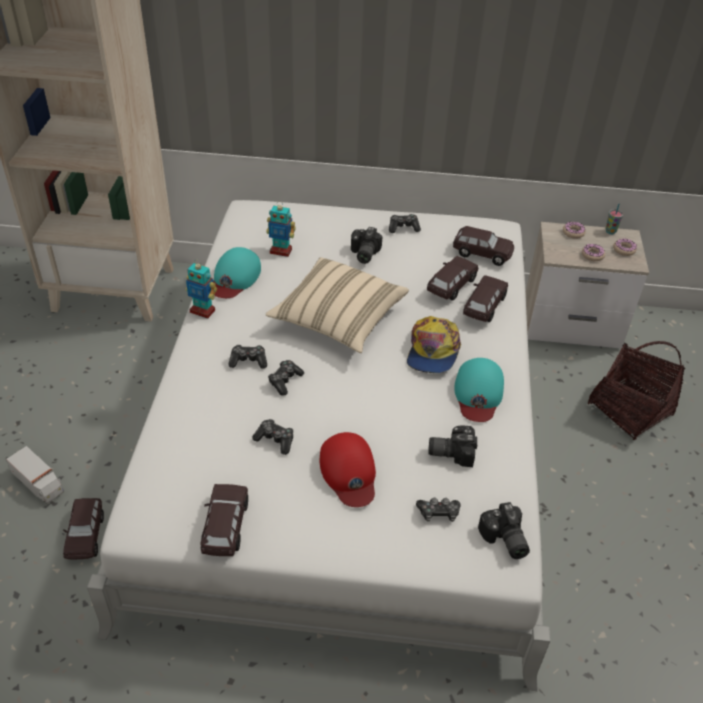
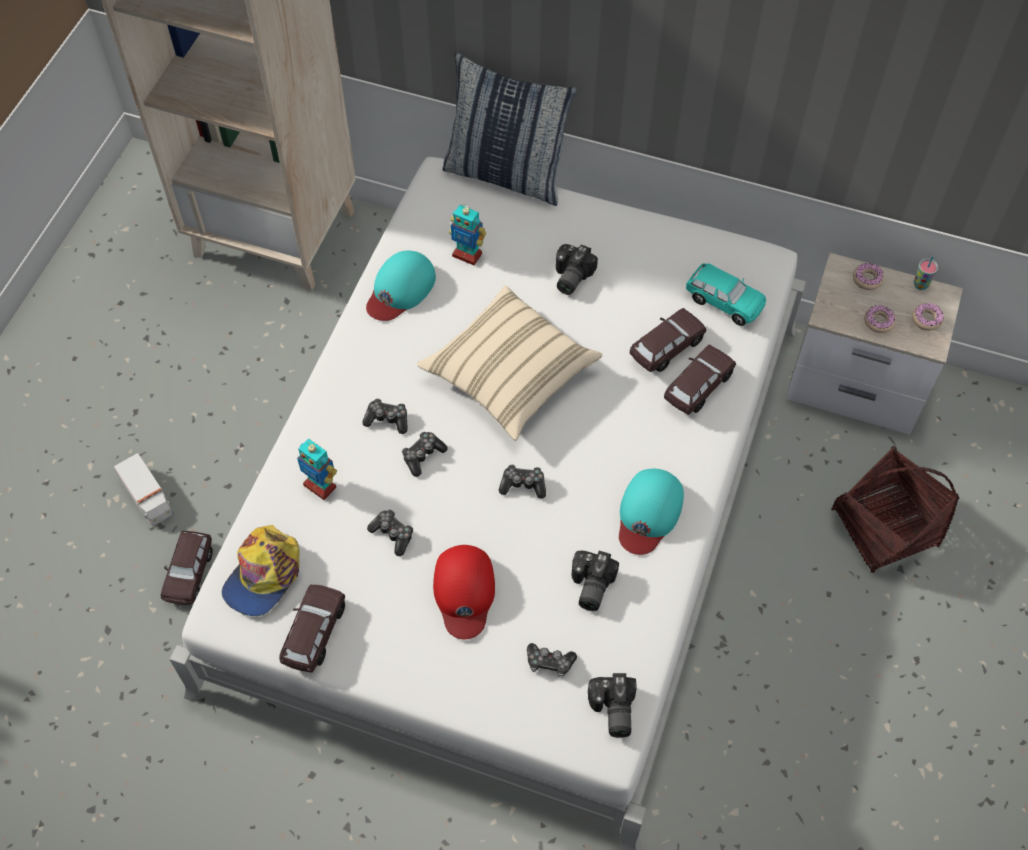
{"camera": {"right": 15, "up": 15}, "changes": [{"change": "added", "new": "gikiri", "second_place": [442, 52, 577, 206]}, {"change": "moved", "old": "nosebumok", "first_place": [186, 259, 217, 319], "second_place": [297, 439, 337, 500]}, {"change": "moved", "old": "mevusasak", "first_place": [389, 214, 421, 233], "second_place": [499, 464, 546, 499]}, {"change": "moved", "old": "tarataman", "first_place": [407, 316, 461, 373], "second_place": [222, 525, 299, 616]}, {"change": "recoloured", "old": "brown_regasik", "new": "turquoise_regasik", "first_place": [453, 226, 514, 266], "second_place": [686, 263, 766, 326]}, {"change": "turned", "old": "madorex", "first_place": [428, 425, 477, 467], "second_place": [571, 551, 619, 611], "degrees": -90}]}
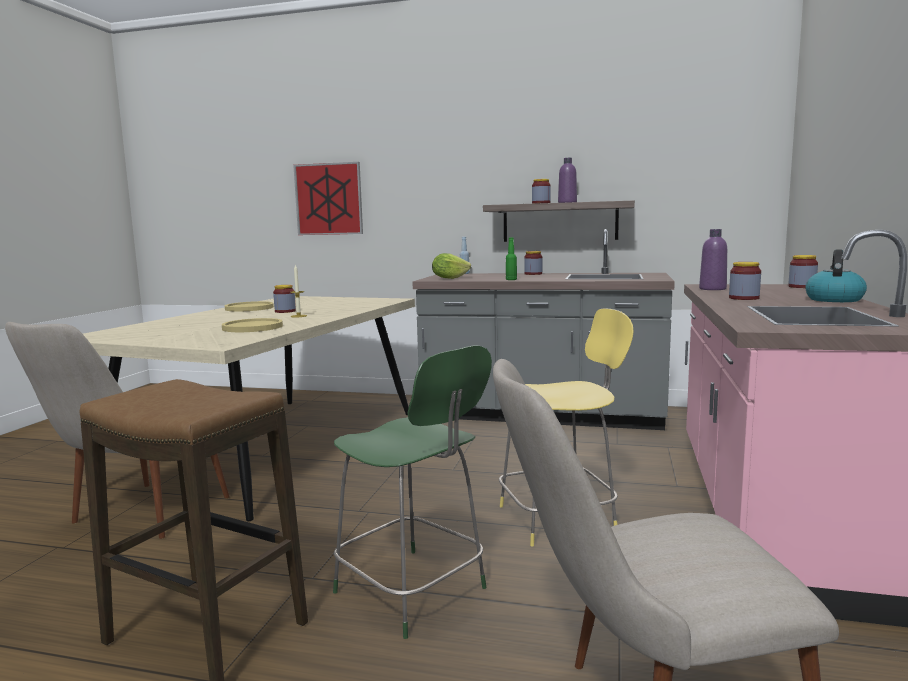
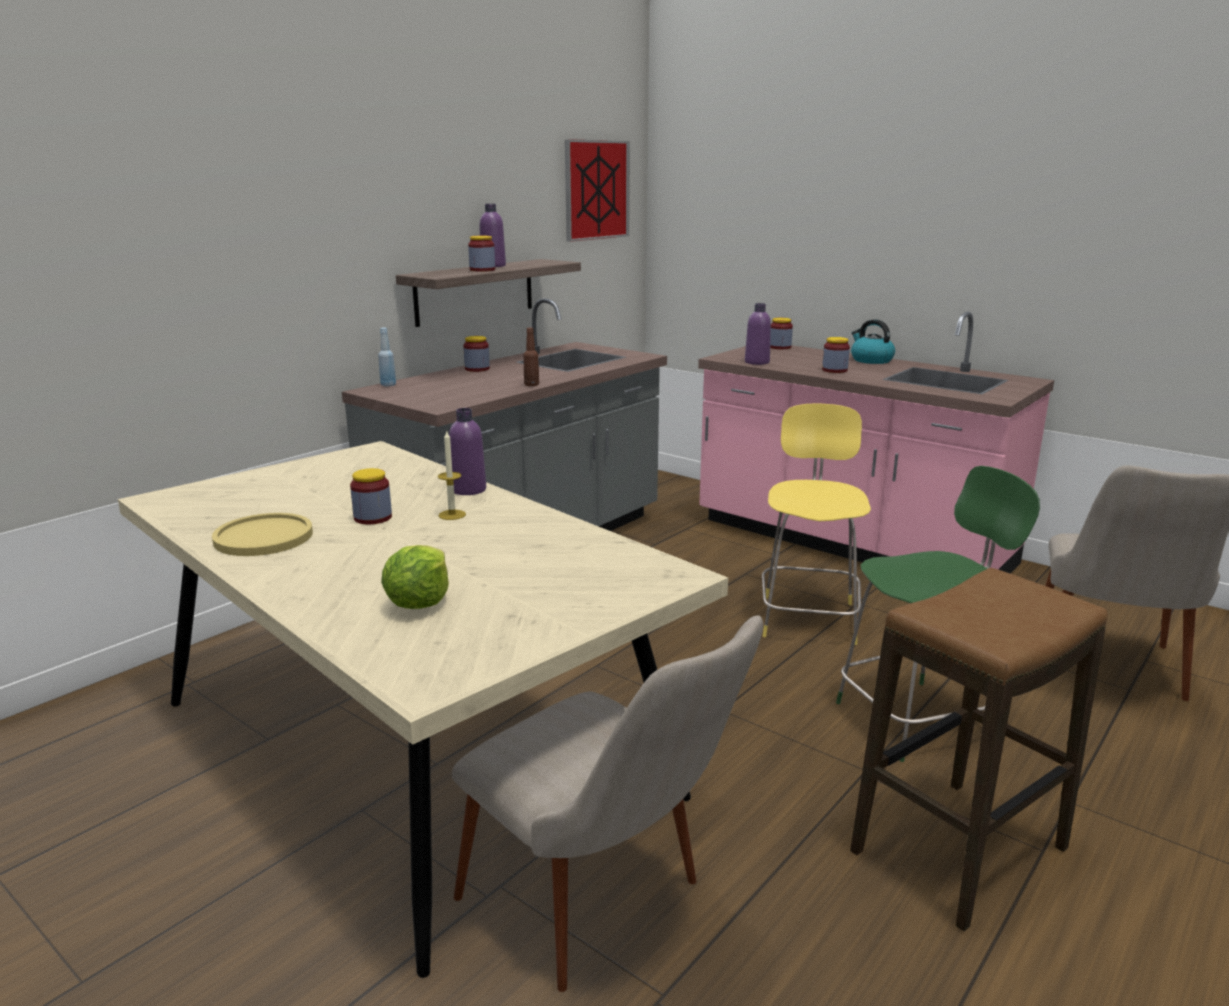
{"camera": {"right": -65, "up": 10}, "changes": [{"change": "removed", "old": "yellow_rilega", "first_place": [222, 318, 283, 332]}, {"change": "added", "new": "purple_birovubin", "second_place": [449, 408, 486, 495]}, {"change": "moved", "old": "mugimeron", "first_place": [293, 162, 363, 235], "second_place": [565, 139, 630, 242]}, {"change": "moved", "old": "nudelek", "first_place": [432, 253, 471, 279], "second_place": [381, 545, 449, 609]}, {"change": "recoloured", "old": "green_birovubin", "new": "brown_birovubin", "first_place": [506, 237, 517, 280], "second_place": [523, 328, 539, 386]}]}
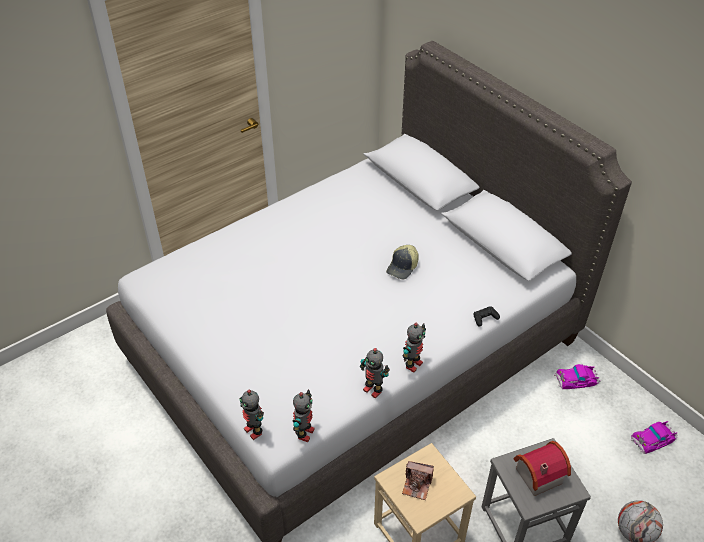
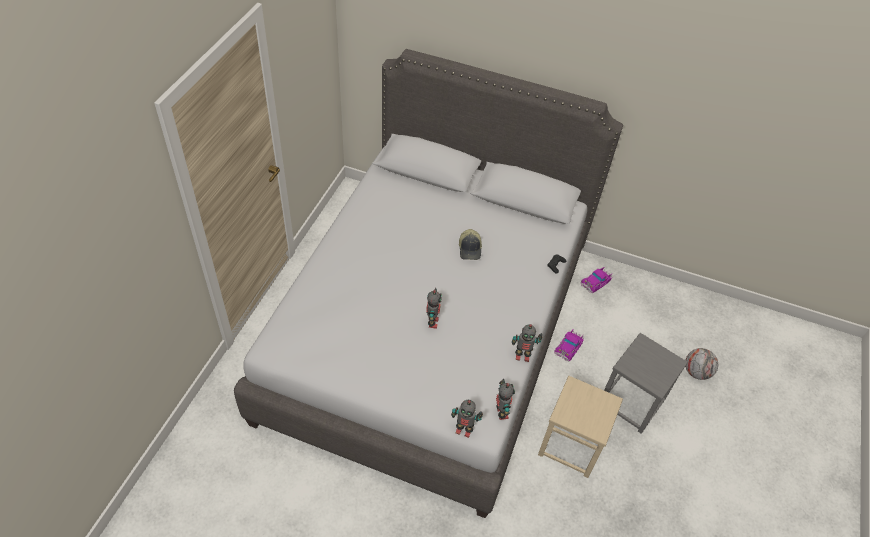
{"camera": {"right": -35, "up": 5}, "changes": [{"change": "removed", "old": "madorex", "first_place": [402, 461, 434, 500]}, {"change": "removed", "old": "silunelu", "first_place": [514, 441, 571, 496]}, {"change": "moved", "old": "nosebumok", "first_place": [403, 323, 426, 373], "second_place": [426, 288, 442, 329]}, {"change": "moved", "old": "regasik", "first_place": [631, 421, 678, 454], "second_place": [554, 330, 584, 361]}]}
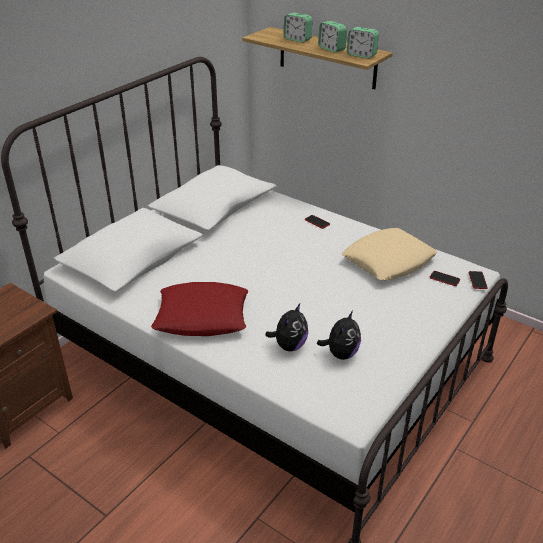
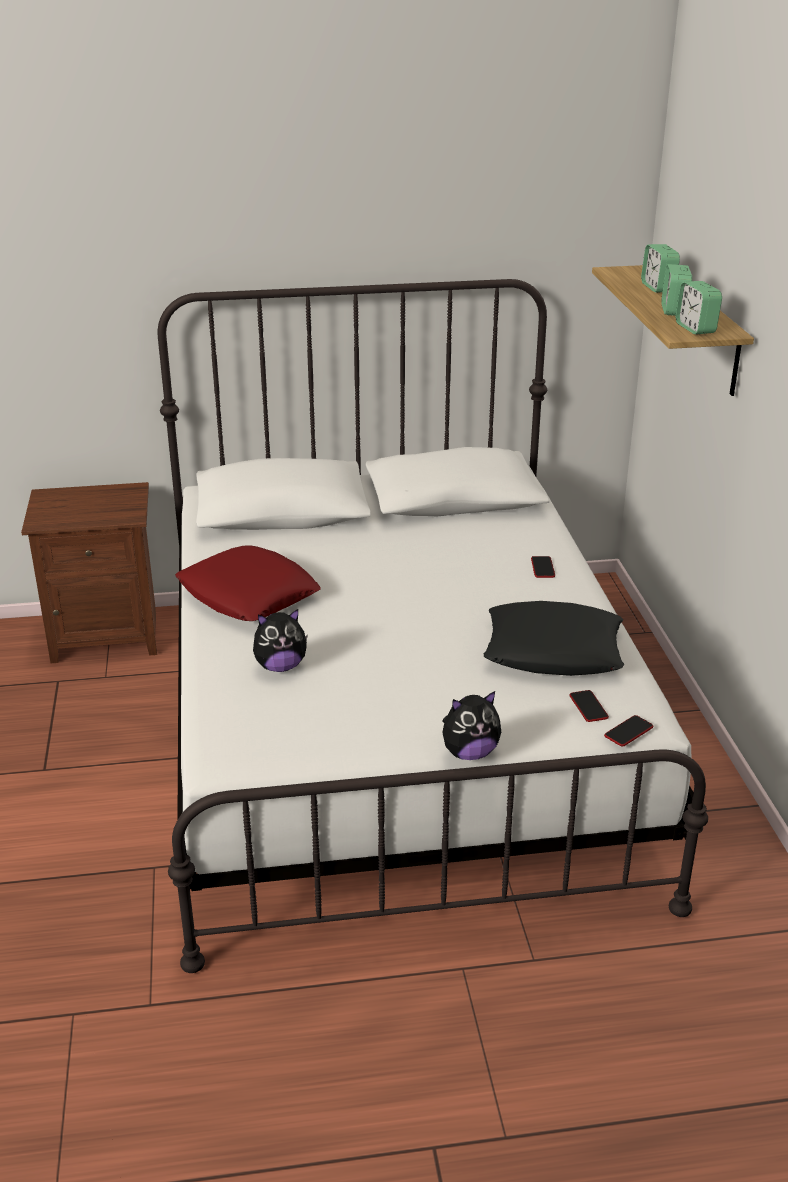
{"camera": {"right": 45, "up": -5}, "changes": [{"change": "moved", "old": "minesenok", "first_place": [317, 311, 361, 360], "second_place": [442, 691, 501, 760]}, {"change": "recoloured", "old": "beige_gikiri", "new": "black_gikiri", "first_place": [342, 228, 437, 280], "second_place": [484, 601, 624, 676]}]}
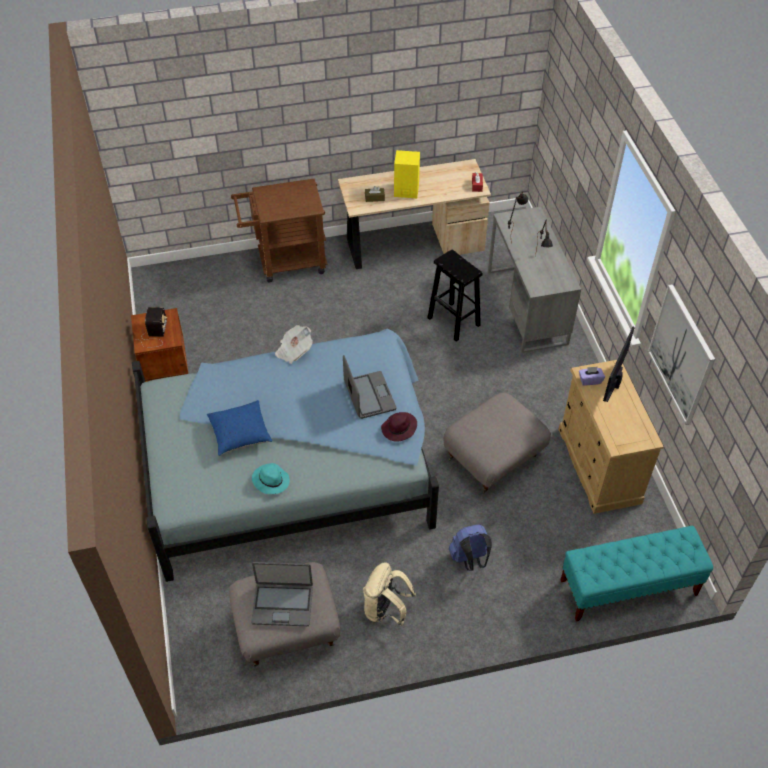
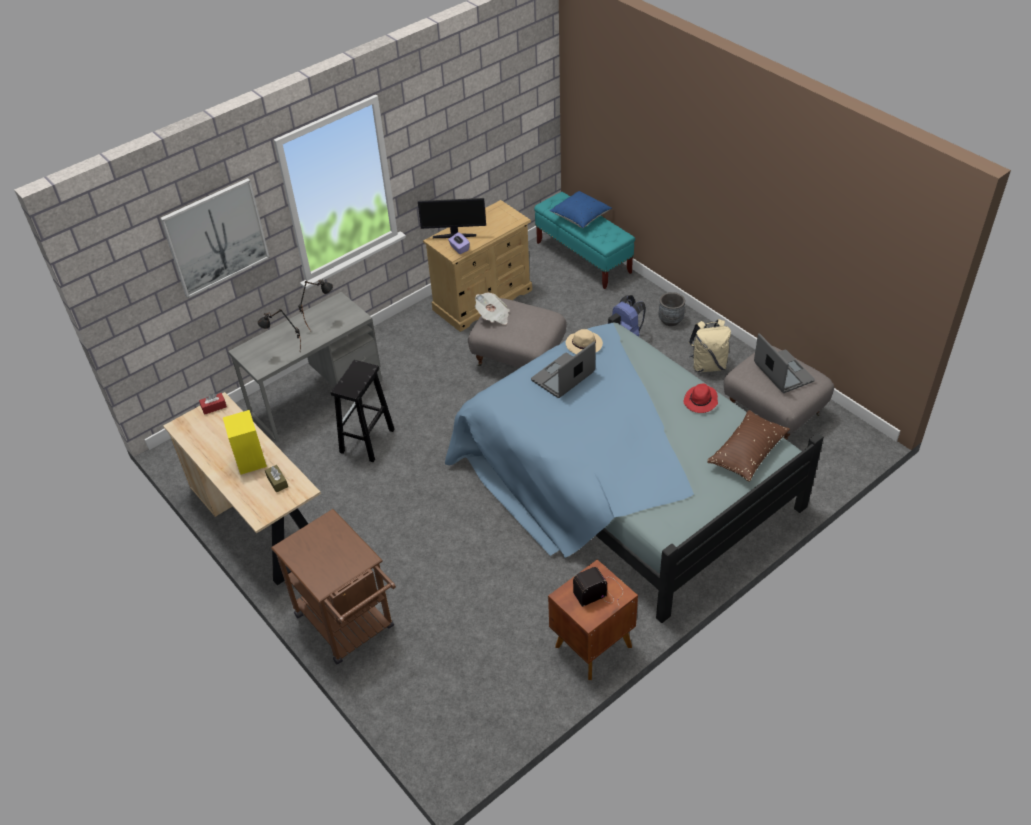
{"camera": {"right": -115, "up": -5}, "changes": [{"change": "added", "new": "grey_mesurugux", "second_place": [659, 292, 685, 326]}, {"change": "added", "new": "brown_gikiri", "second_place": [707, 410, 790, 482]}, {"change": "moved", "old": "blue_gikiri", "first_place": [207, 400, 272, 456], "second_place": [550, 191, 612, 228]}, {"change": "moved", "old": "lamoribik", "first_place": [275, 325, 313, 364], "second_place": [475, 293, 510, 325]}, {"change": "moved", "old": "mugimeron", "first_place": [648, 284, 715, 425], "second_place": [160, 178, 270, 298]}, {"change": "recoloured", "old": "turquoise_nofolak", "new": "red_nofolak", "first_place": [252, 463, 290, 494], "second_place": [683, 384, 718, 413]}, {"change": "recoloured", "old": "purple_nofolak", "new": "beige_nofolak", "first_place": [381, 412, 417, 442], "second_place": [566, 329, 603, 354]}]}
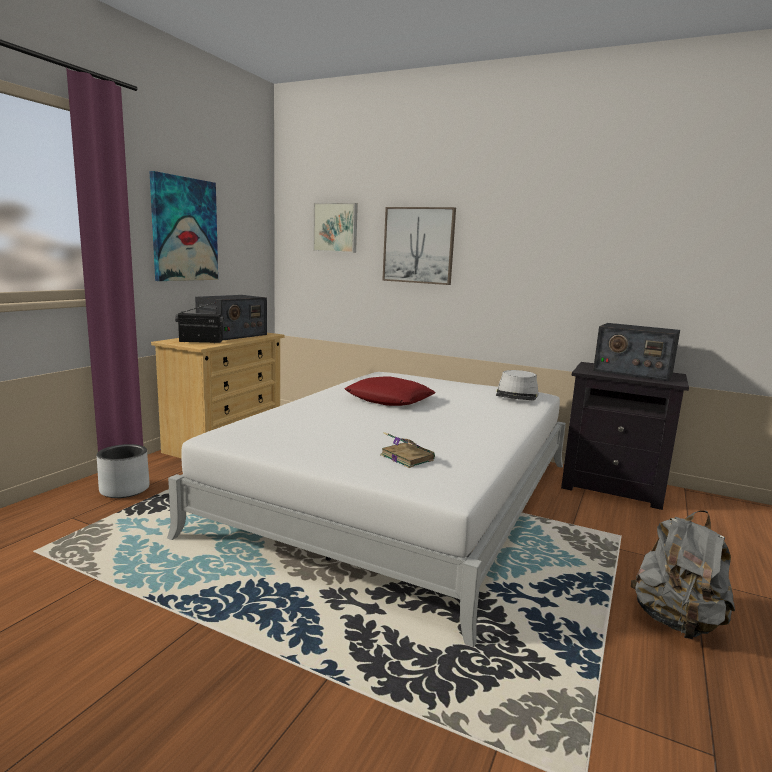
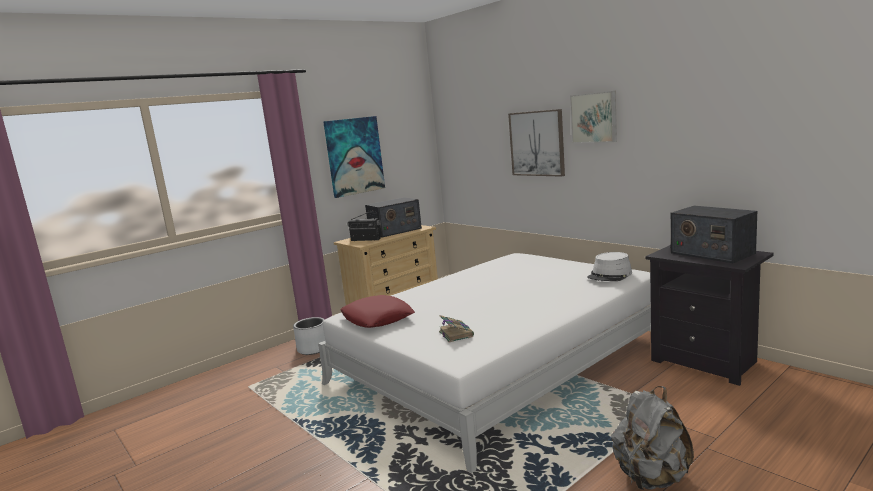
{"camera": {"right": 25, "up": 0}, "changes": [{"change": "moved", "old": "mugimeron", "first_place": [313, 203, 358, 253], "second_place": [570, 91, 617, 143]}, {"change": "moved", "old": "red_gikiri", "first_place": [344, 376, 436, 406], "second_place": [340, 295, 415, 328]}]}
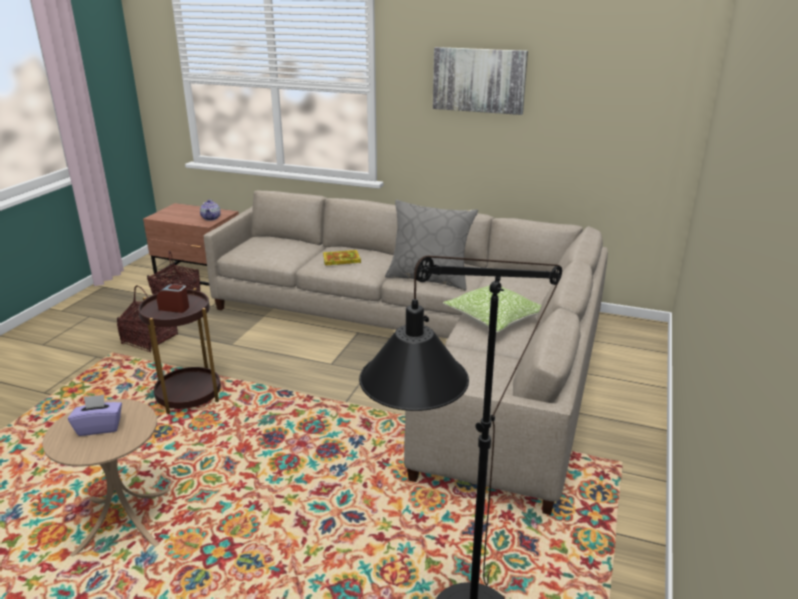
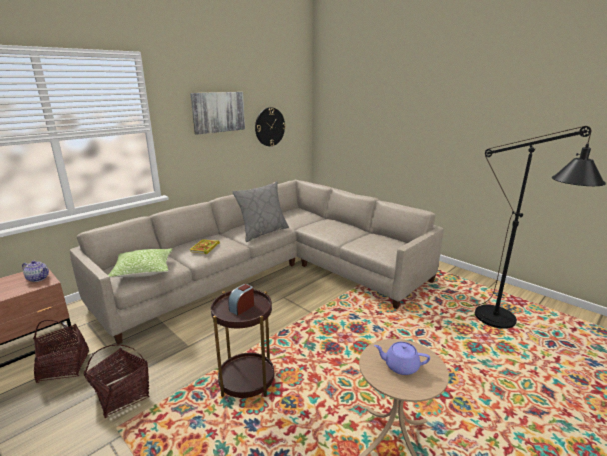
{"camera": {"right": -65, "up": -5}, "changes": [{"change": "added", "new": "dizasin", "second_place": [255, 107, 286, 146]}, {"change": "moved", "old": "gikiri", "first_place": [443, 285, 541, 333], "second_place": [108, 248, 172, 277]}, {"change": "replaced", "old": "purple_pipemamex", "new": "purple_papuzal", "first_place": [68, 395, 122, 436], "second_place": [374, 342, 430, 375]}]}
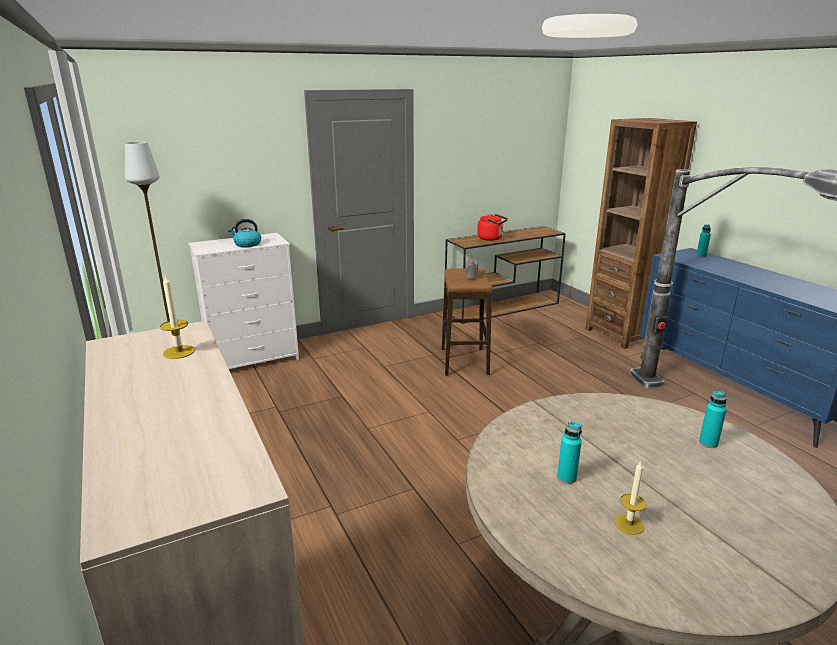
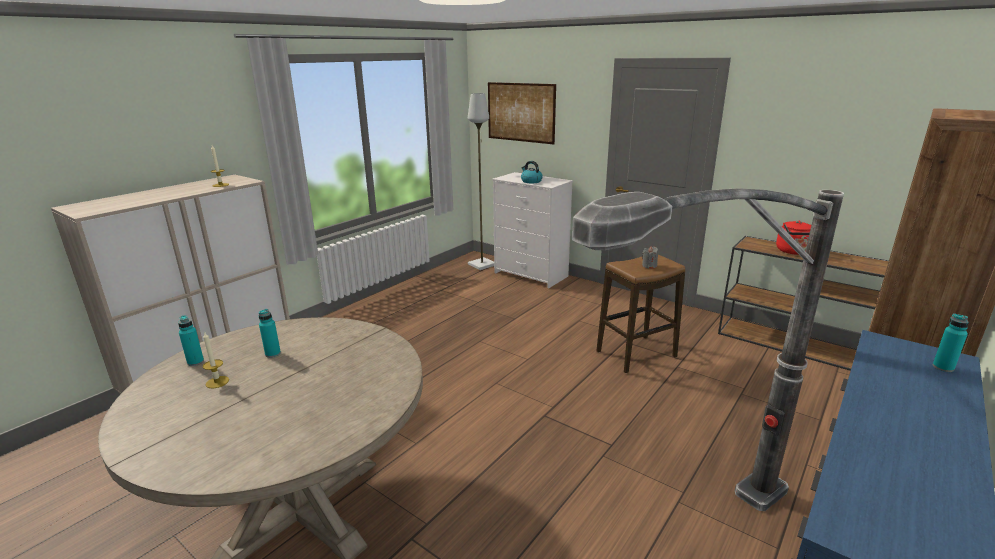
{"camera": {"right": 65, "up": 0}, "changes": [{"change": "added", "new": "mugimeron", "second_place": [488, 82, 556, 144]}, {"change": "moved", "old": "turquoise_birovubin", "first_place": [699, 391, 727, 448], "second_place": [178, 315, 204, 366]}]}
